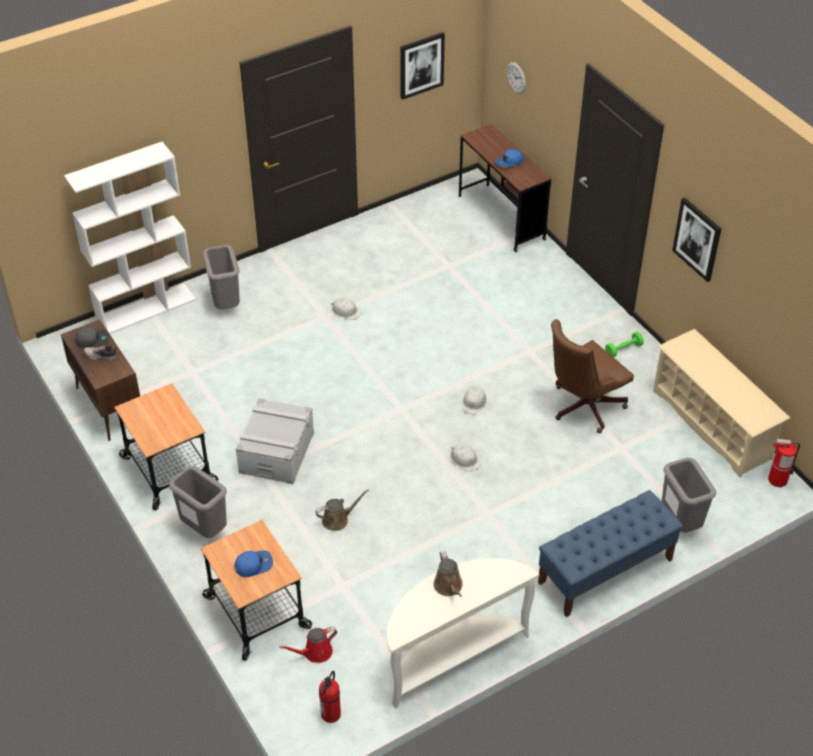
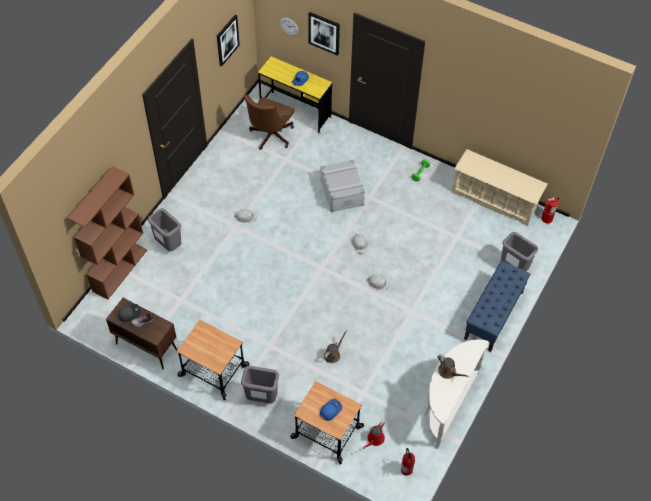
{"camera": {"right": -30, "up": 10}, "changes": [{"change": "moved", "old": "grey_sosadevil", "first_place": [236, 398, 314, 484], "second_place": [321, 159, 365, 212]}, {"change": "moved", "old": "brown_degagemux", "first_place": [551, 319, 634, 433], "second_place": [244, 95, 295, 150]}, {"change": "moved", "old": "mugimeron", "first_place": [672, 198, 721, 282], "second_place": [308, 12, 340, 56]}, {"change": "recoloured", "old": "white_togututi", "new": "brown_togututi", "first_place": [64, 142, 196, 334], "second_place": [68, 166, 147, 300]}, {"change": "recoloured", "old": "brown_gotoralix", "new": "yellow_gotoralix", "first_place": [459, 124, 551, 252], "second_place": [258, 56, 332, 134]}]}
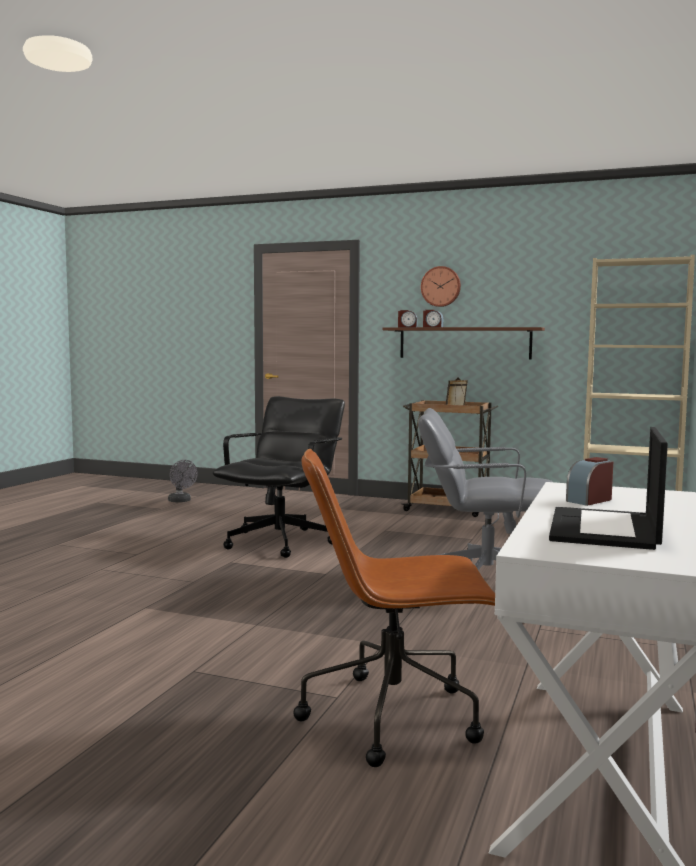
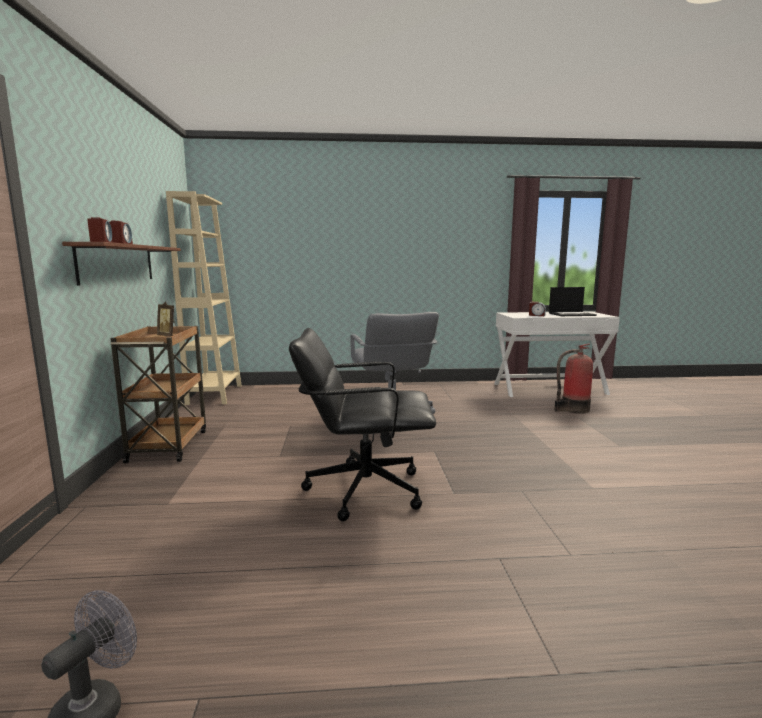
{"camera": {"right": -115, "up": 5}, "changes": [{"change": "removed", "old": "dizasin", "first_place": [421, 266, 461, 307]}, {"change": "replaced", "old": "brown_degagemux", "new": "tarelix", "first_place": [293, 449, 495, 767], "second_place": [554, 343, 593, 414]}]}
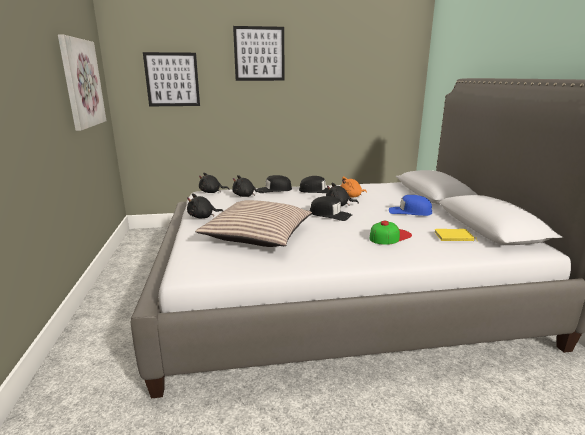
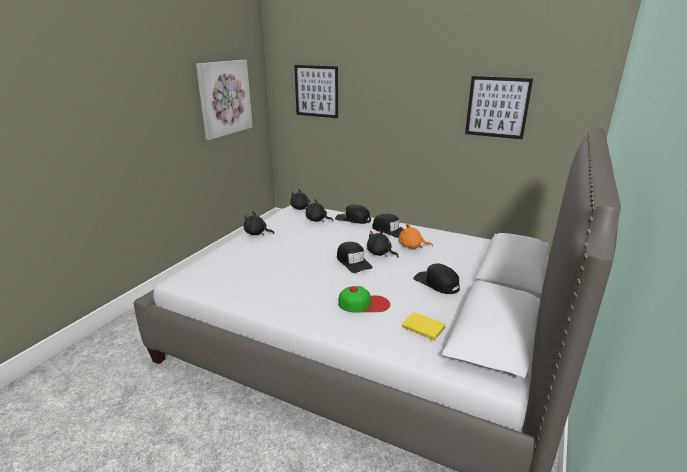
{"camera": {"right": 35, "up": 5}, "changes": [{"change": "removed", "old": "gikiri", "first_place": [195, 200, 312, 247]}, {"change": "moved", "old": "mugimeron", "first_place": [233, 26, 285, 81], "second_place": [465, 76, 533, 139]}, {"change": "recoloured", "old": "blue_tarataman", "new": "black_tarataman", "first_place": [389, 195, 432, 216], "second_place": [413, 263, 460, 294]}]}
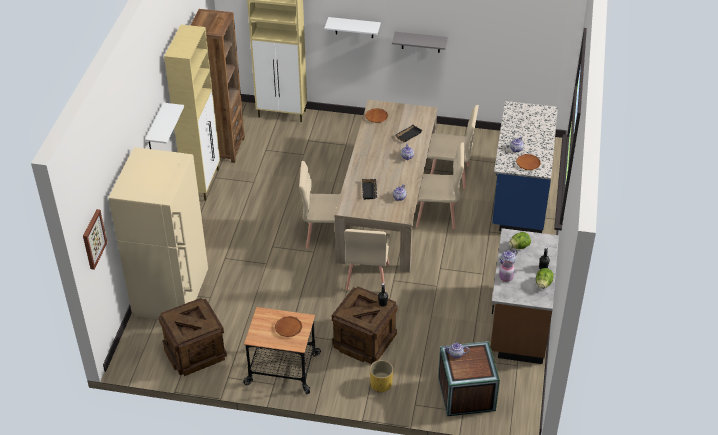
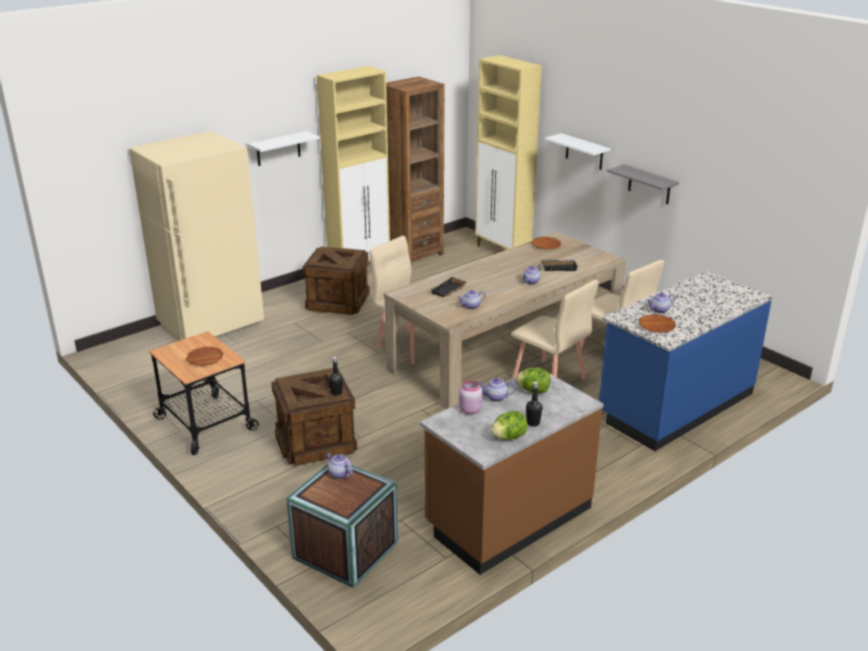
{"camera": {"right": 40, "up": -15}, "changes": [{"change": "removed", "old": "mugimeron", "first_place": [83, 209, 107, 270]}, {"change": "removed", "old": "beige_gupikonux", "first_place": [344, 229, 390, 292]}, {"change": "removed", "old": "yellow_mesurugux", "first_place": [370, 360, 393, 393]}, {"change": "moved", "old": "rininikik", "first_place": [158, 298, 227, 376], "second_place": [303, 246, 370, 315]}]}
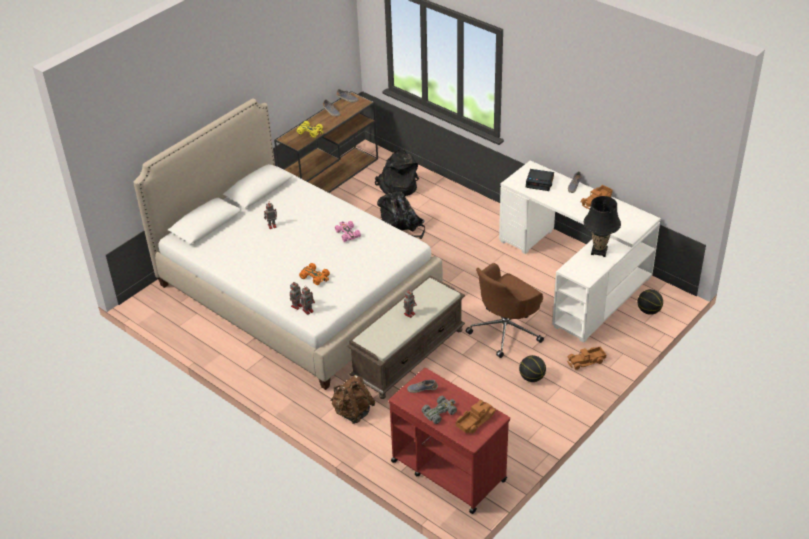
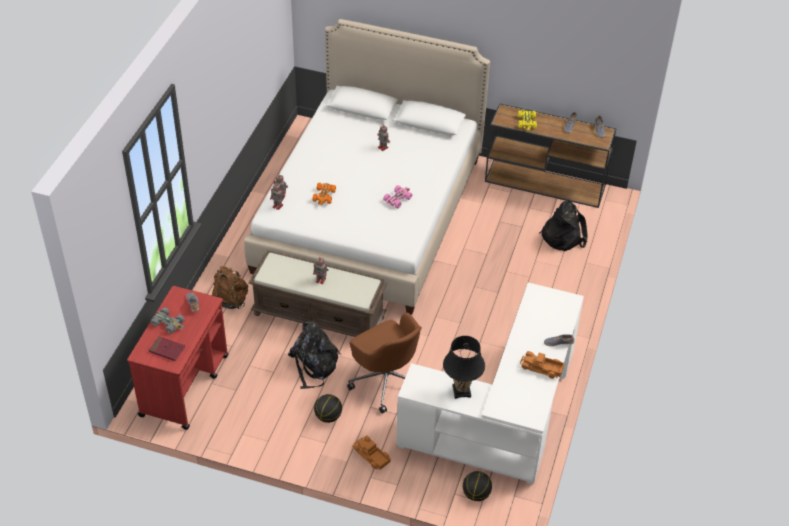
{"camera": {"right": 65, "up": 5}, "changes": [{"change": "removed", "old": "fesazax", "first_place": [526, 169, 554, 191]}, {"change": "moved", "old": "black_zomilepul", "first_place": [377, 191, 425, 239], "second_place": [288, 320, 340, 389]}, {"change": "replaced", "old": "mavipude", "new": "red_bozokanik", "first_place": [456, 400, 497, 434], "second_place": [149, 336, 185, 361]}, {"change": "turned", "old": "brown_degagemux", "first_place": [466, 263, 544, 358], "second_place": [347, 312, 422, 413], "degrees": -150}]}
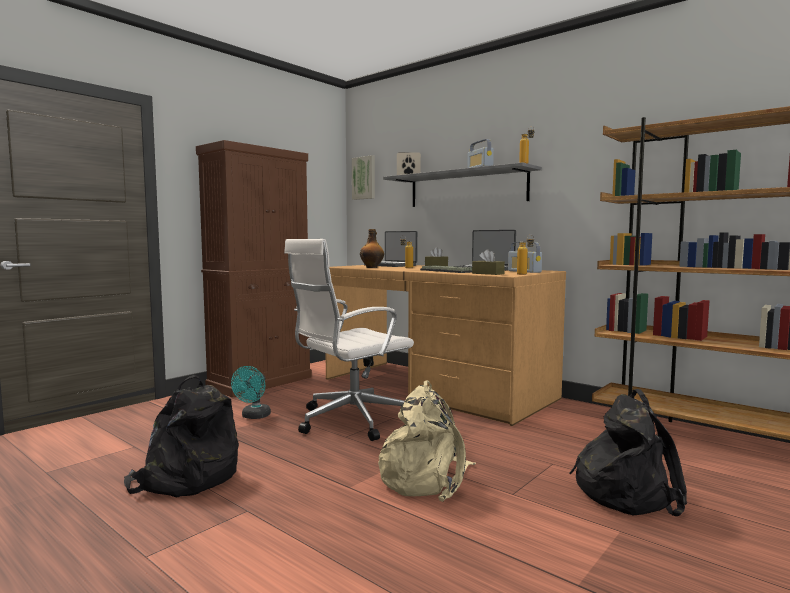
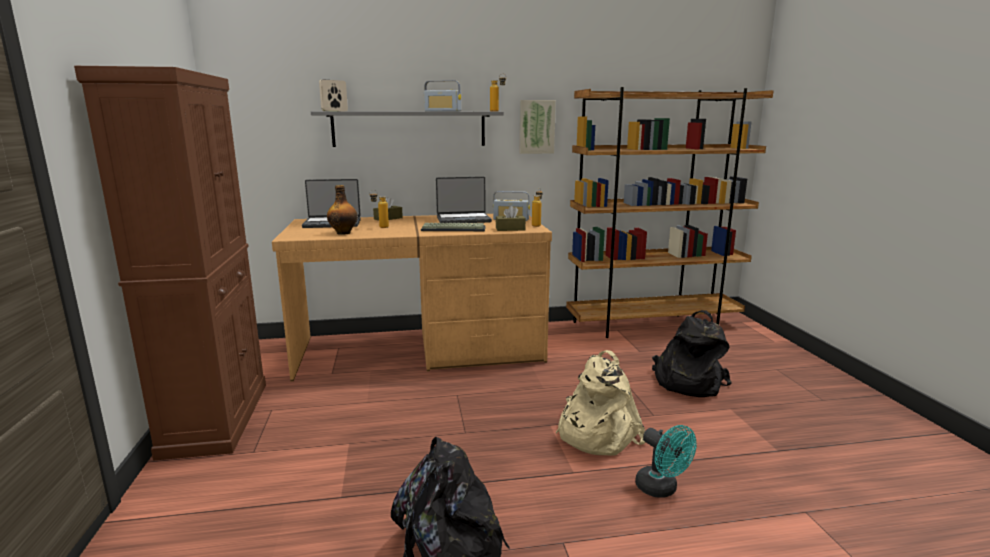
{"camera": {"right": -50, "up": 10}, "changes": [{"change": "removed", "old": "white_degagemux", "first_place": [284, 239, 414, 441]}, {"change": "moved", "old": "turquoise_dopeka", "first_place": [231, 366, 271, 419], "second_place": [635, 425, 697, 497]}, {"change": "moved", "old": "mugimeron", "first_place": [352, 155, 375, 200], "second_place": [520, 100, 556, 154]}]}
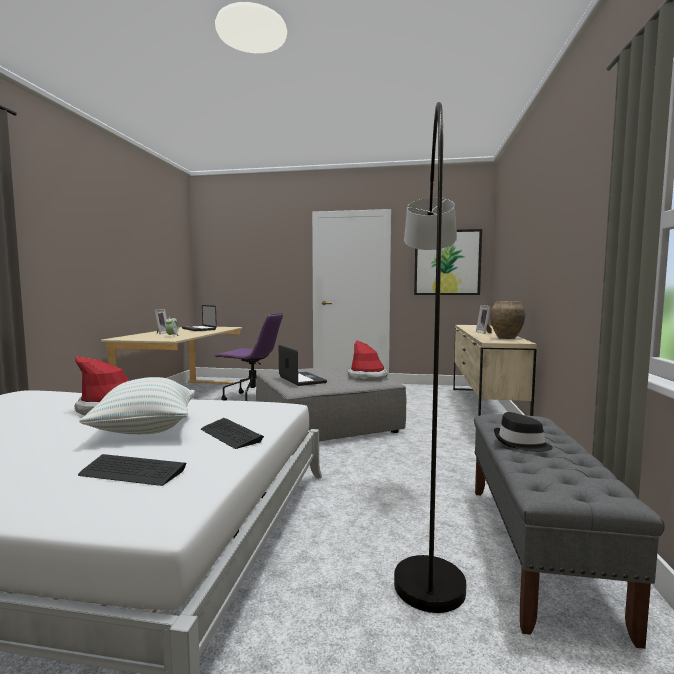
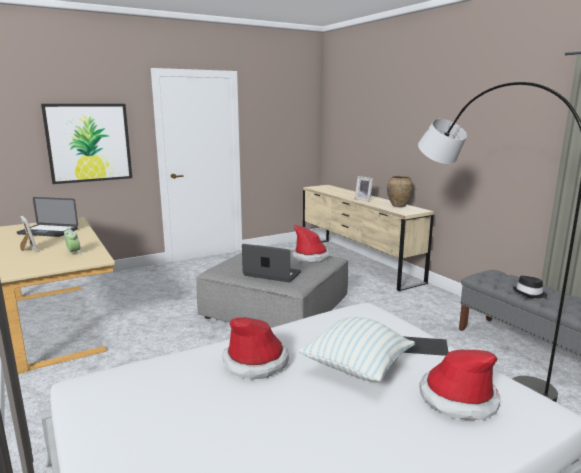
{"camera": {"right": -40, "up": 10}, "changes": [{"change": "removed", "old": "purple_degagemux", "first_place": [214, 313, 283, 401]}, {"change": "moved", "old": "mugimeron", "first_place": [414, 229, 482, 295], "second_place": [41, 104, 132, 184]}, {"change": "replaced", "old": "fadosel", "new": "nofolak", "first_place": [78, 454, 186, 486], "second_place": [419, 350, 500, 420]}]}
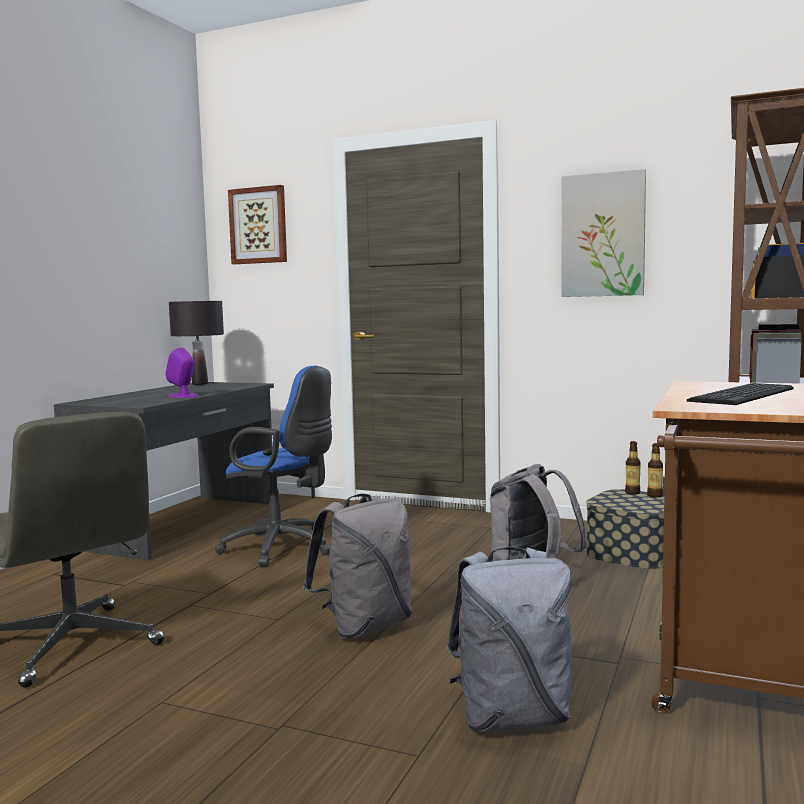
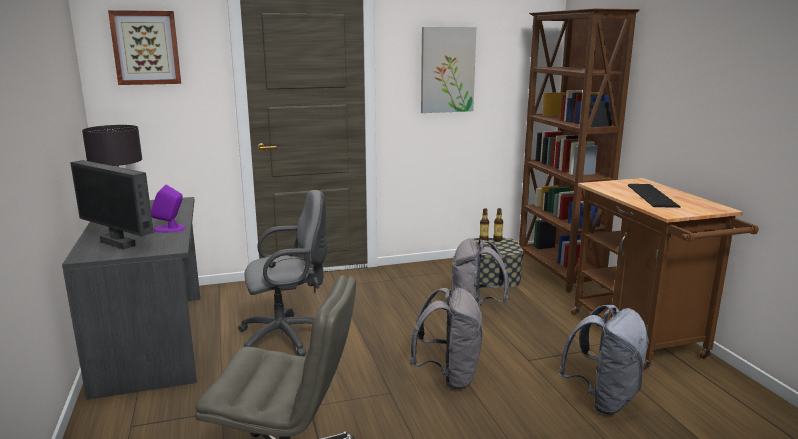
{"camera": {"right": -40, "up": 10}, "changes": [{"change": "added", "new": "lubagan", "second_place": [70, 160, 154, 250]}, {"change": "recoloured", "old": "blue_degagemux", "new": "grey_degagemux", "first_place": [215, 366, 332, 567], "second_place": [238, 190, 327, 356]}]}
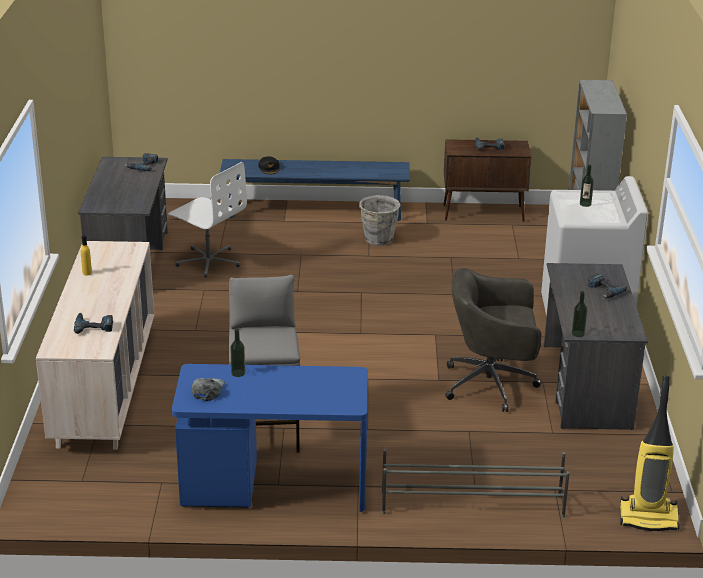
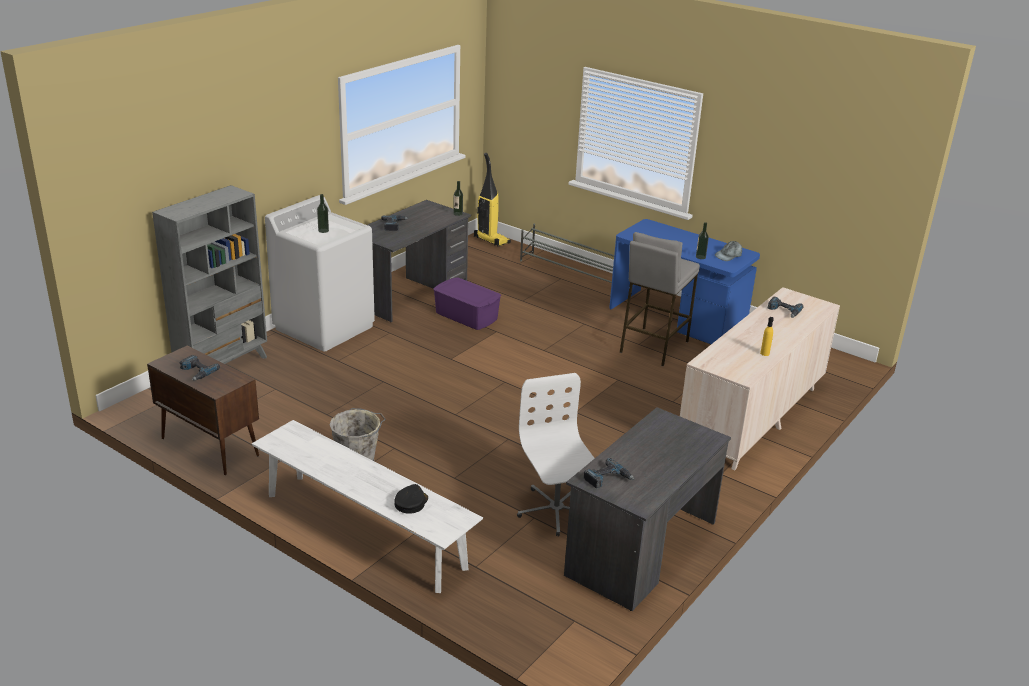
{"camera": {"right": -145, "up": 0}, "changes": [{"change": "replaced", "old": "grey_degagemux", "new": "purple_sosadevil", "first_place": [445, 268, 541, 412], "second_place": [433, 277, 501, 330]}, {"change": "recoloured", "old": "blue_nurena", "new": "white_nurena", "first_place": [220, 159, 410, 221], "second_place": [252, 420, 483, 593]}]}
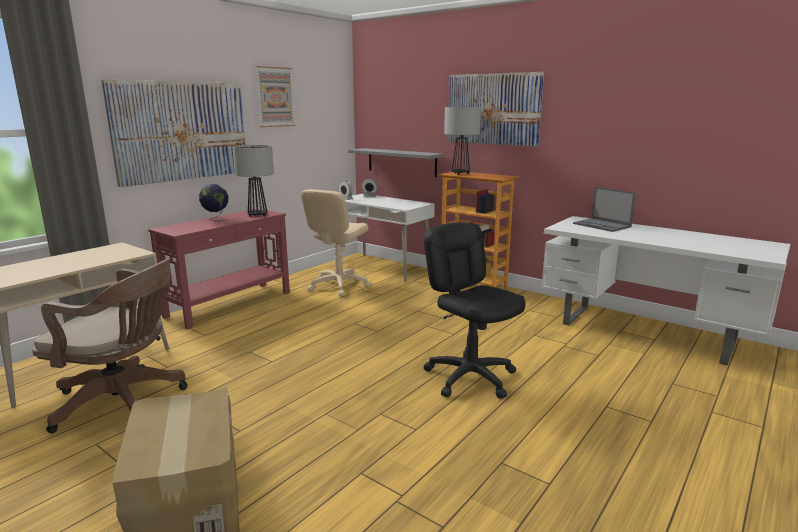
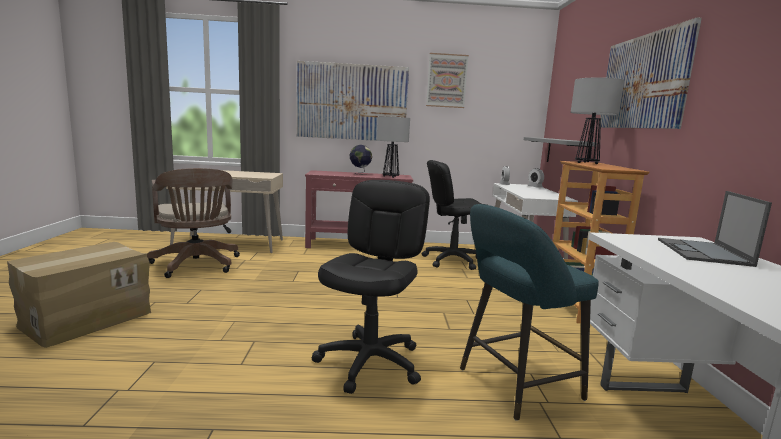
{"camera": {"right": 50, "up": -5}, "changes": [{"change": "added", "new": "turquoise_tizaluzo", "second_place": [460, 204, 599, 421]}, {"change": "recoloured", "old": "beige_degagemux", "new": "black_degagemux", "first_place": [301, 189, 371, 296], "second_place": [422, 160, 487, 270]}]}
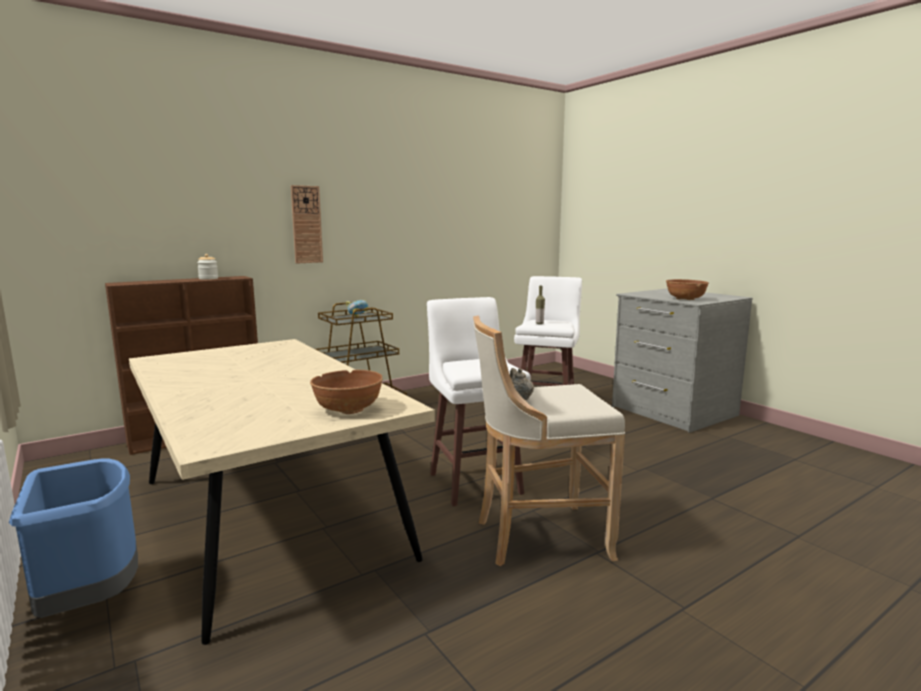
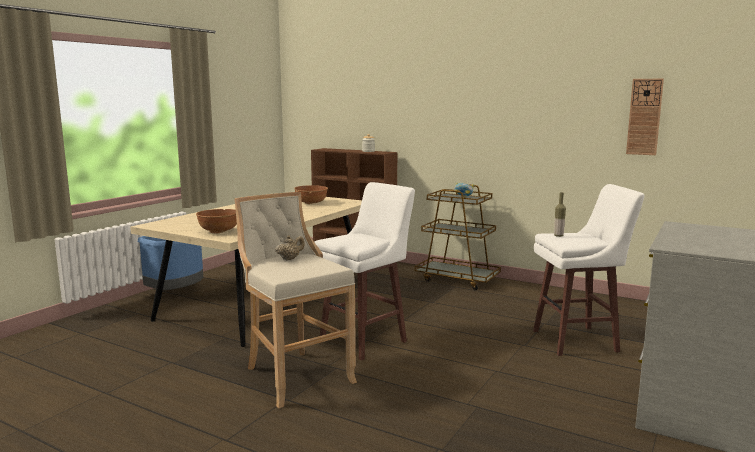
{"camera": {"right": 65, "up": 0}, "changes": [{"change": "moved", "old": "dizasin", "first_place": [291, 185, 323, 264], "second_place": [626, 78, 664, 155]}, {"change": "moved", "old": "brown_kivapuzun", "first_place": [666, 279, 709, 300], "second_place": [294, 185, 328, 204]}]}
